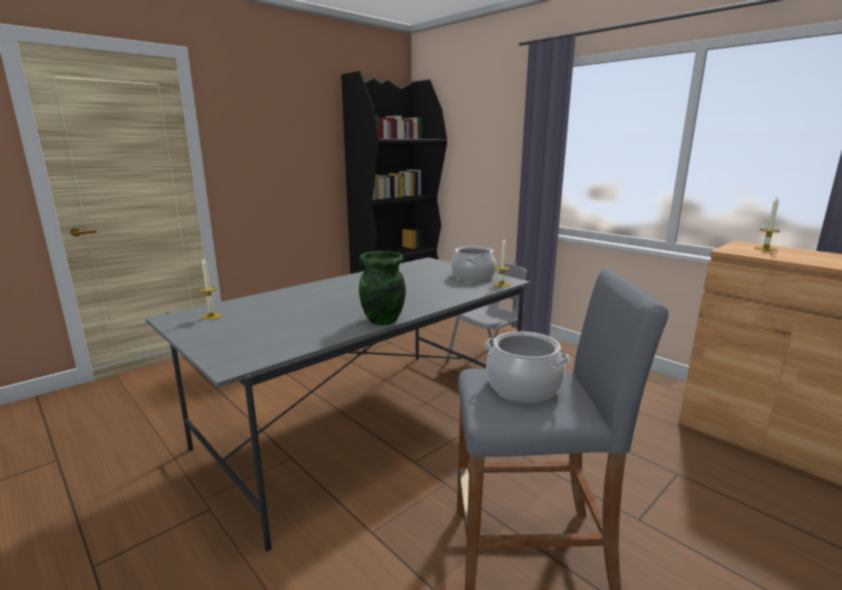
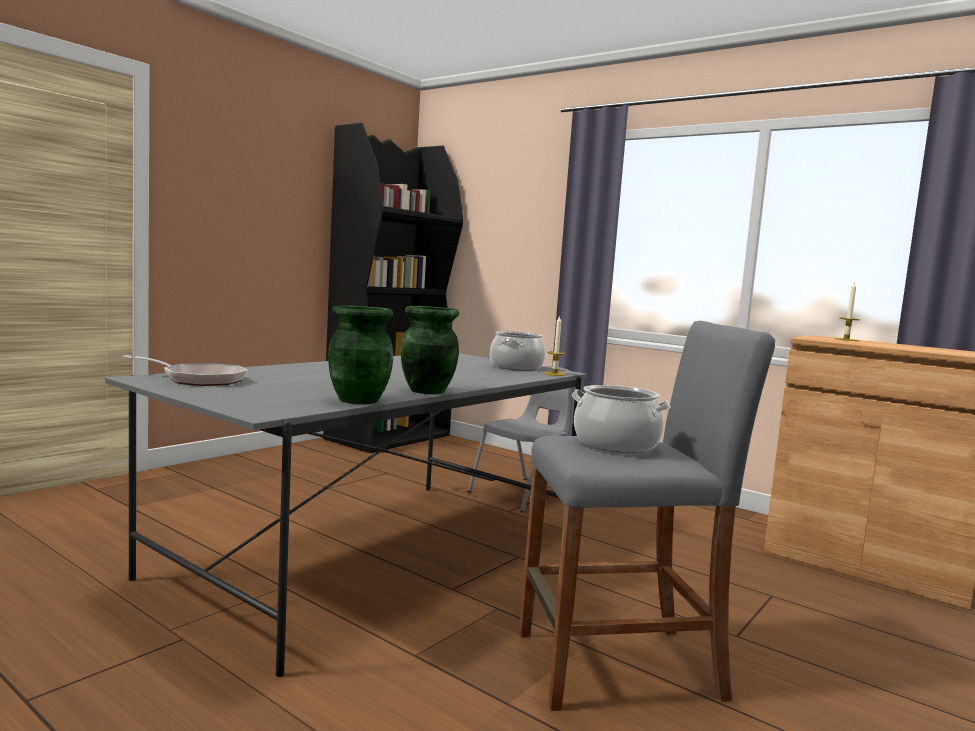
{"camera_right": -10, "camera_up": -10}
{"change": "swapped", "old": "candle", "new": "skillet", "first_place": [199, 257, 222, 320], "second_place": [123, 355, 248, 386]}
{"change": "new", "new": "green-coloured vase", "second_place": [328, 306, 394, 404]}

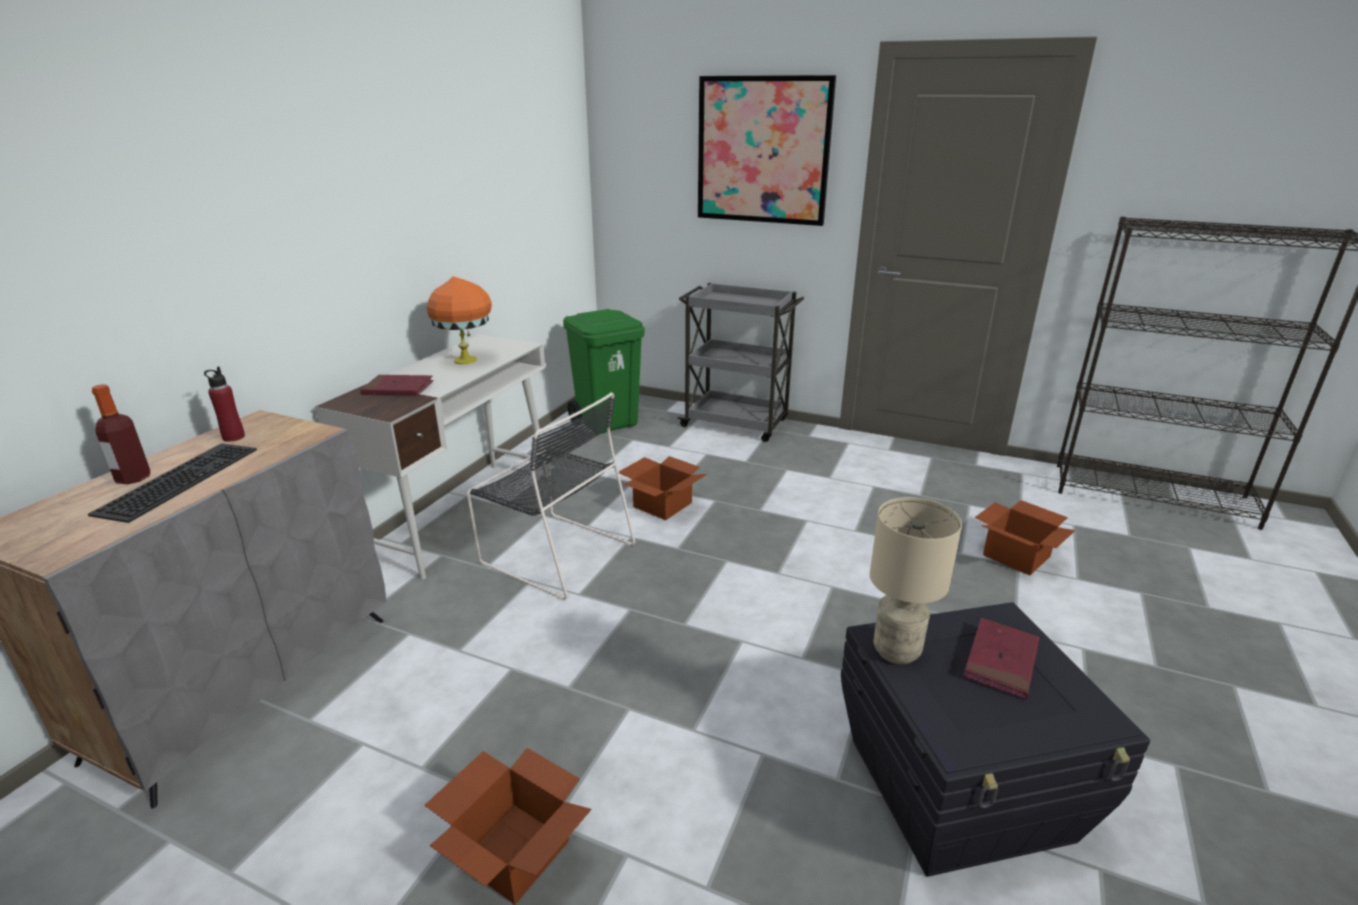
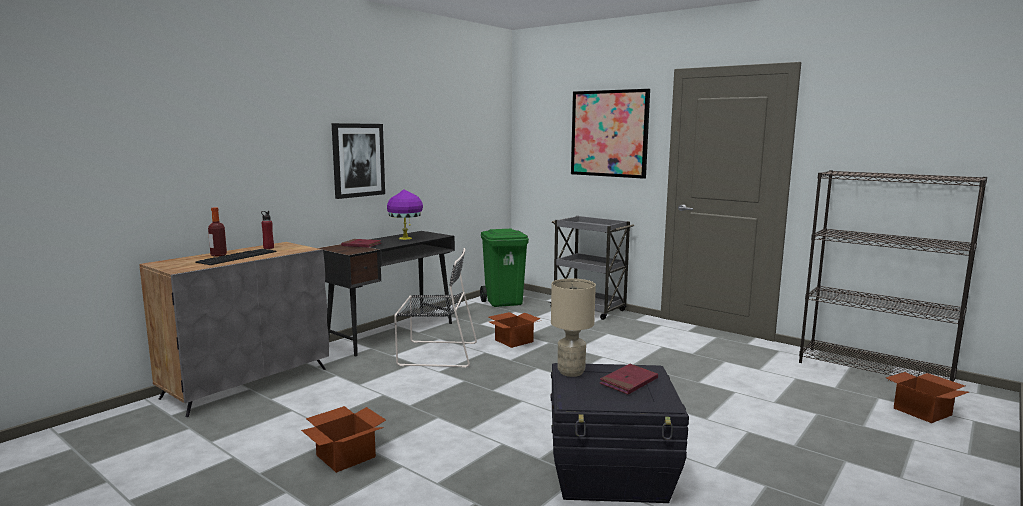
{"camera_right": 15, "camera_up": -15}
{"change": "repainted", "old": "orangey tabletop lamp", "new": "purplish tabletop lamp", "first_place": [427, 276, 492, 364], "second_place": [387, 189, 423, 240]}
{"change": "repainted", "old": "white desk table", "new": "blackish desk table", "first_place": [314, 334, 548, 579], "second_place": [318, 231, 455, 356]}
{"change": "rotated", "old": "blackish upright chair", "first_place": [467, 392, 635, 600], "second_place": [394, 248, 477, 368], "degrees": -45}
{"change": "shifted", "old": "carton", "first_place": [975, 500, 1075, 575], "second_place": [886, 372, 969, 423]}
{"change": "new", "new": "picture", "second_place": [332, 123, 385, 199]}

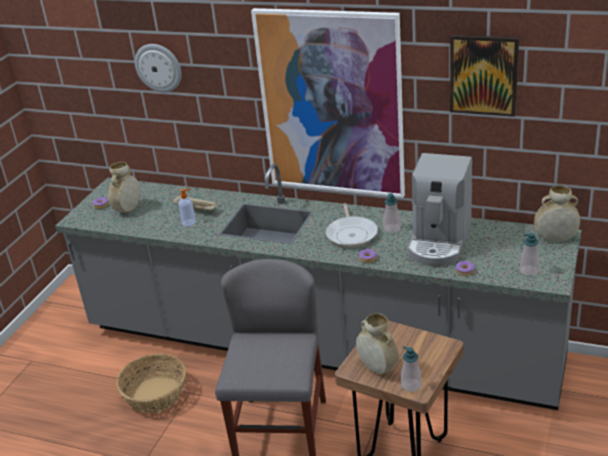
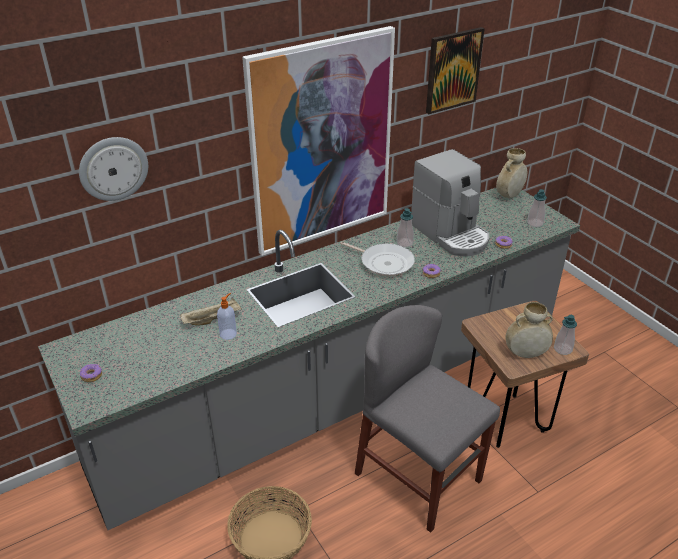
{"camera_right": -55, "camera_up": 5}
{"change": "gone", "old": "beige-coloured vase", "first_place": [108, 162, 141, 213]}

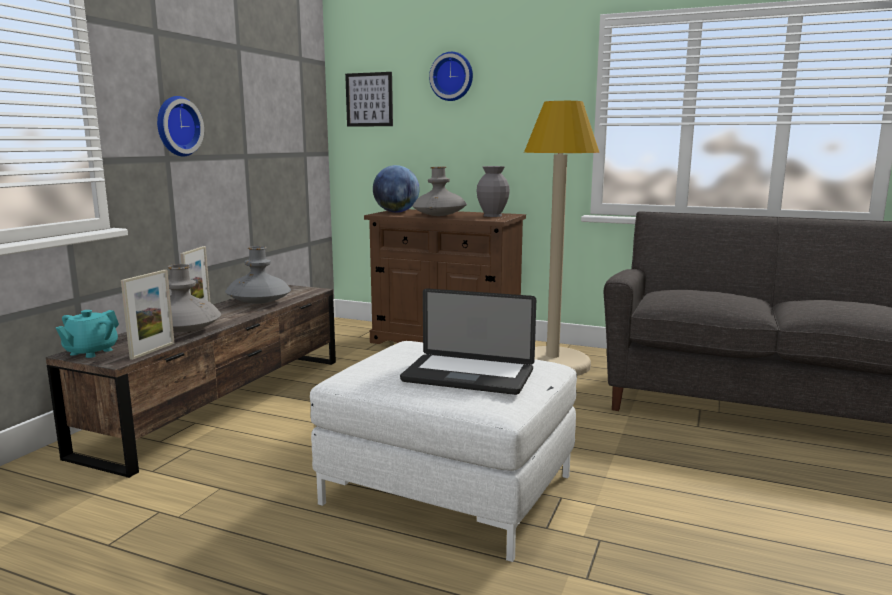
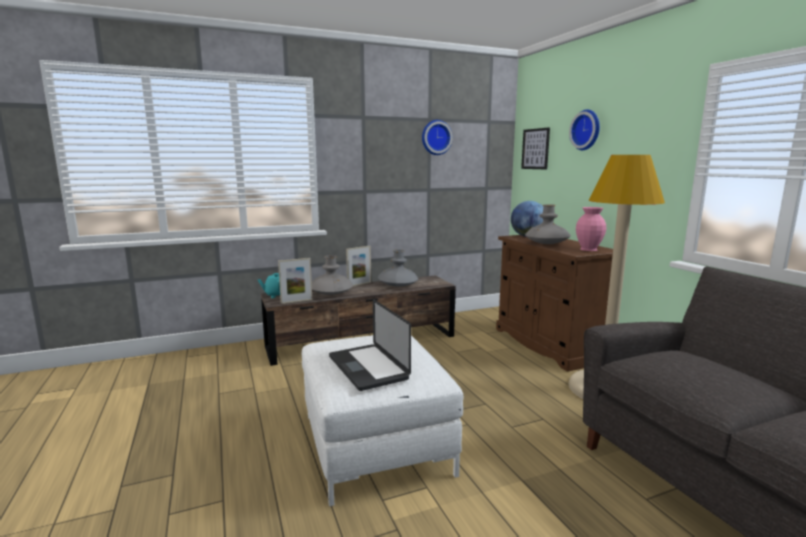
{"camera_right": 45, "camera_up": 0}
{"change": "shifted", "old": "wall clock", "first_place": [157, 96, 204, 157], "second_place": [422, 120, 453, 155]}
{"change": "repainted", "old": "grey vase", "new": "pinkish vase", "first_place": [476, 166, 510, 217], "second_place": [576, 207, 606, 251]}

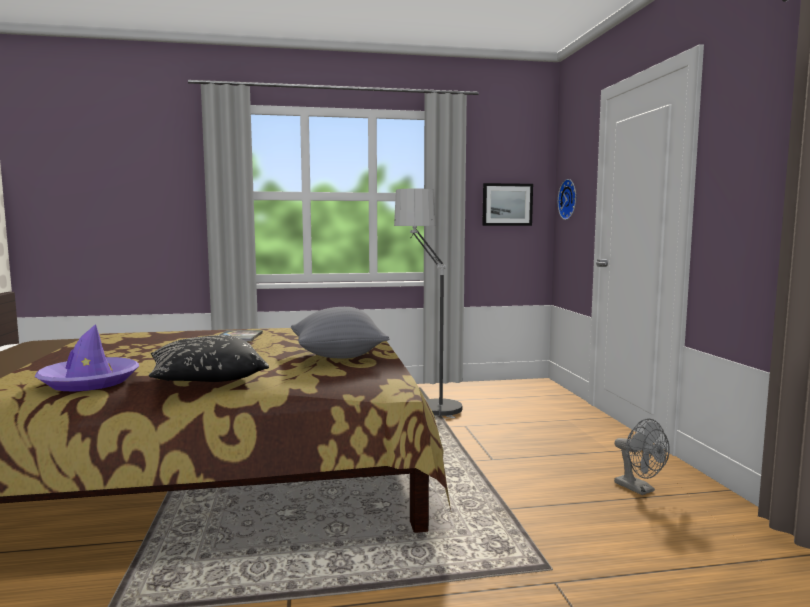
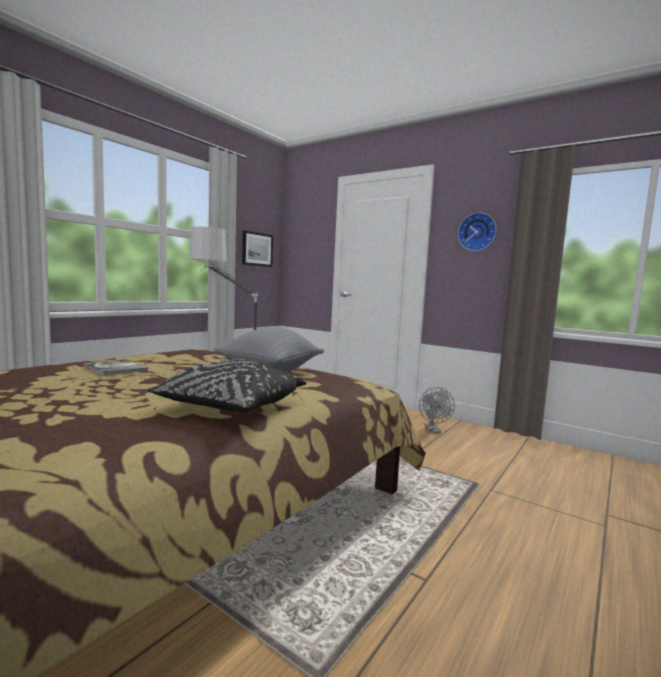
{"camera_right": -45, "camera_up": 0}
{"change": "shifted", "old": "wall clock", "first_place": [558, 179, 576, 220], "second_place": [458, 213, 496, 251]}
{"change": "gone", "old": "purplish hat", "first_place": [34, 324, 139, 391]}
{"change": "rotated", "old": "grey fan", "first_place": [614, 418, 670, 495], "second_place": [419, 387, 455, 433], "degrees": 75}

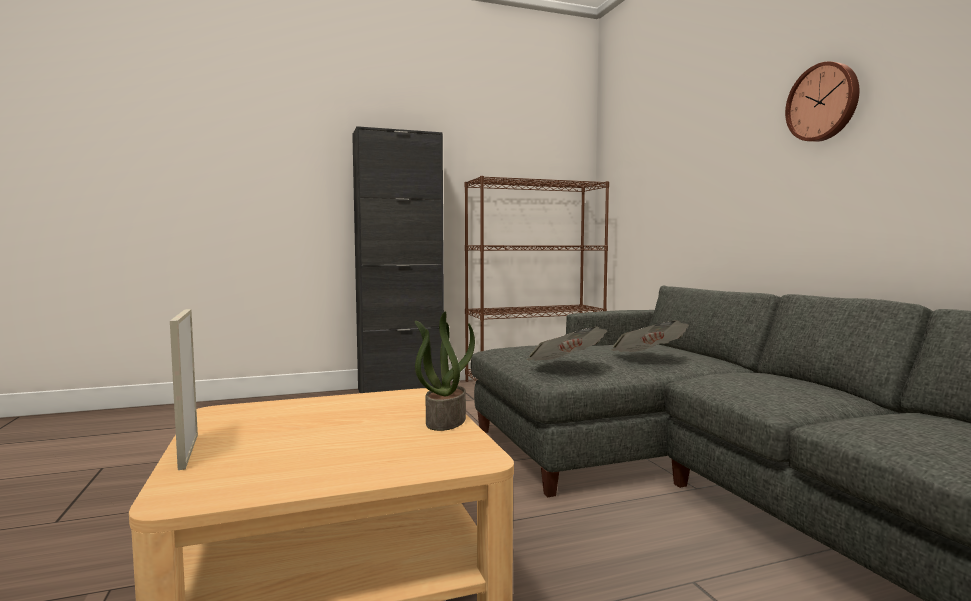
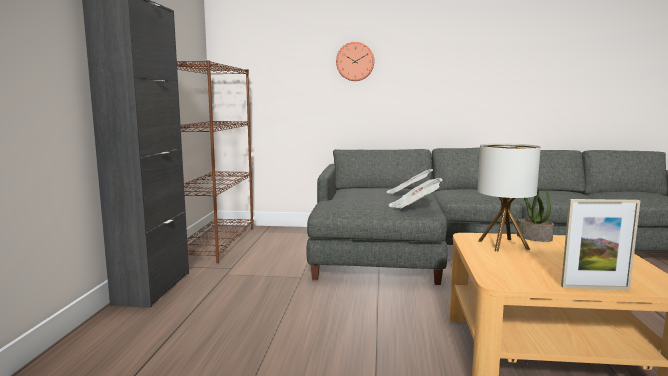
{"camera_right": -65, "camera_up": 5}
{"change": "shifted", "old": "wall clock", "first_place": [785, 61, 859, 142], "second_place": [336, 42, 374, 81]}
{"change": "new", "new": "tabletop lamp", "second_place": [478, 143, 541, 252]}

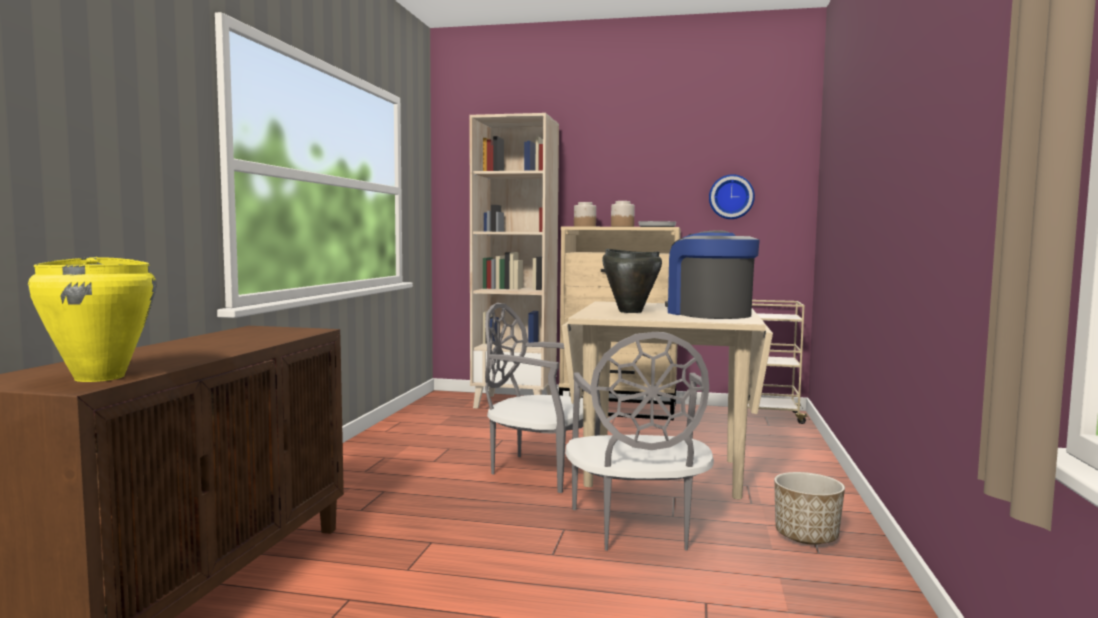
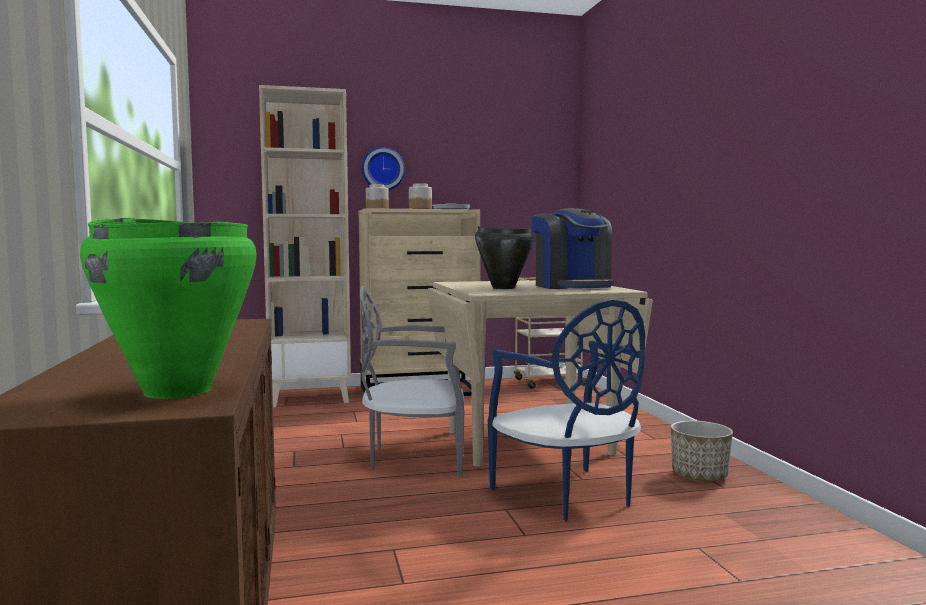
{"camera_right": -25, "camera_up": 0}
{"change": "shifted", "old": "wall clock", "first_place": [709, 174, 755, 219], "second_place": [362, 147, 405, 190]}
{"change": "rotated", "old": "coffee machine", "first_place": [665, 230, 760, 319], "second_place": [531, 208, 613, 289], "degrees": -150}
{"change": "repainted", "old": "yellow stockpot", "new": "green-coloured stockpot", "first_place": [28, 257, 156, 382], "second_place": [80, 218, 257, 399]}
{"change": "repainted", "old": "grey upright chair", "new": "blue-coloured upright chair", "first_place": [565, 332, 714, 551], "second_place": [488, 300, 645, 521]}

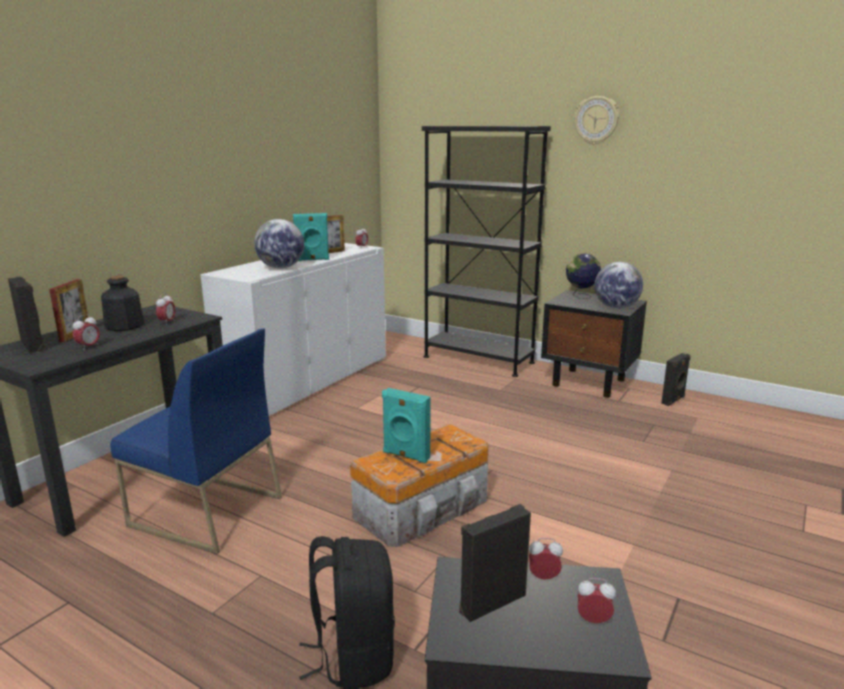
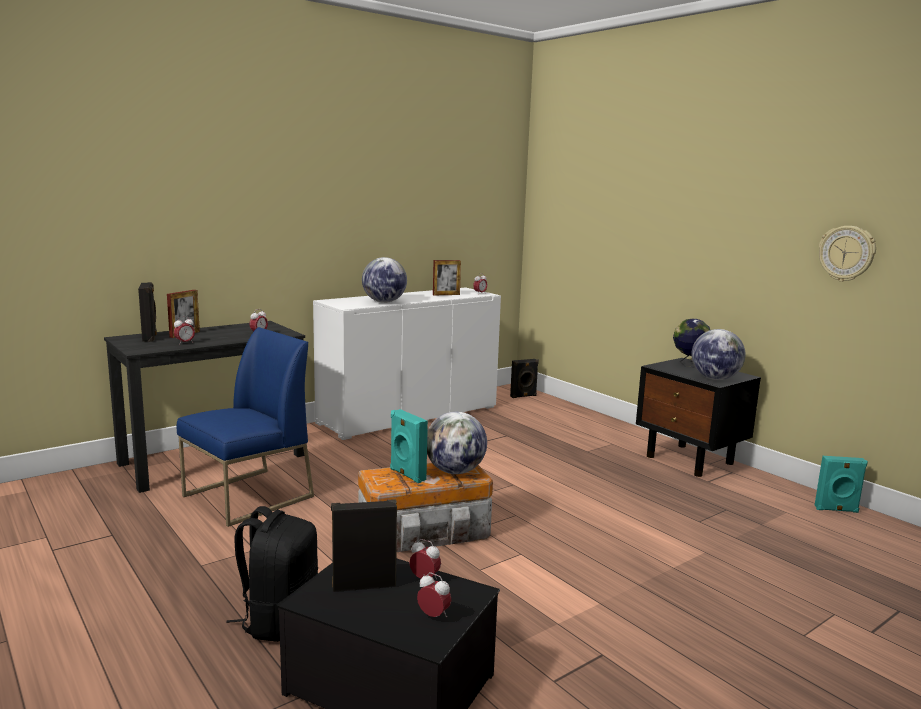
{"camera_right": 20, "camera_up": -5}
{"change": "shifted", "old": "wall clock", "first_place": [574, 96, 620, 145], "second_place": [819, 226, 876, 282]}
{"change": "gone", "old": "blackish shelving unit", "first_place": [422, 126, 551, 377]}
{"change": "shifted", "old": "turquoise-coloured speaker", "first_place": [293, 213, 329, 261], "second_place": [814, 456, 868, 513]}
{"change": "gone", "old": "drink bottle", "first_place": [101, 275, 145, 331]}
{"change": "rotated", "old": "blue-coloured upright chair", "first_place": [110, 328, 282, 554], "second_place": [177, 327, 314, 527], "degrees": -90}
{"change": "shifted", "old": "blackish speaker", "first_place": [661, 353, 690, 406], "second_place": [510, 359, 539, 398]}
{"change": "new", "new": "world globe", "second_place": [427, 412, 487, 474]}

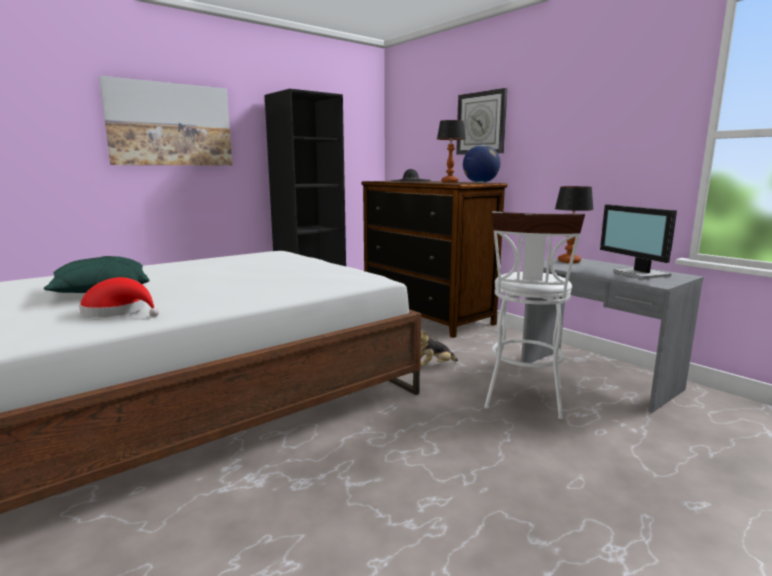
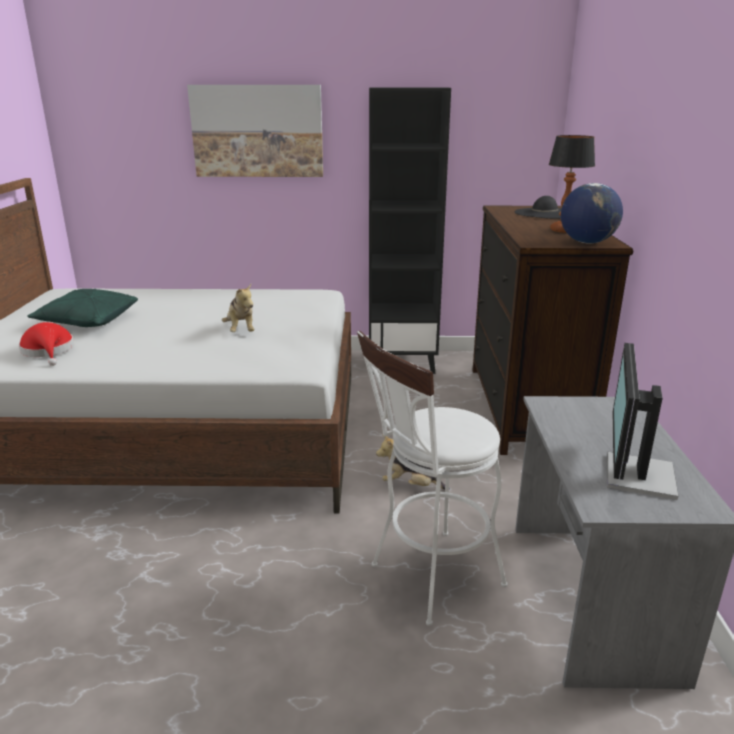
{"camera_right": 40, "camera_up": 10}
{"change": "gone", "old": "wall clock", "first_place": [456, 88, 507, 155]}
{"change": "gone", "old": "tabletop lamp", "first_place": [555, 186, 594, 263]}
{"change": "new", "new": "plush toy", "second_place": [222, 284, 254, 332]}

